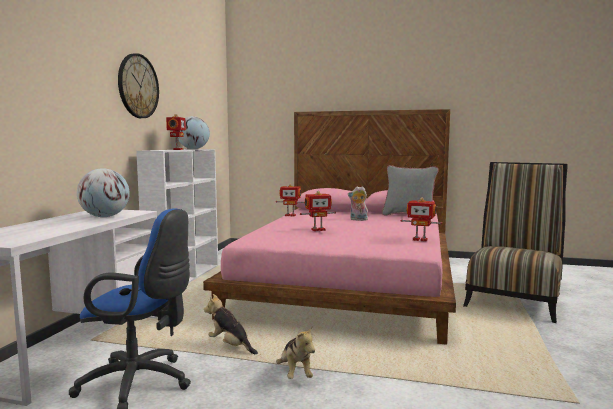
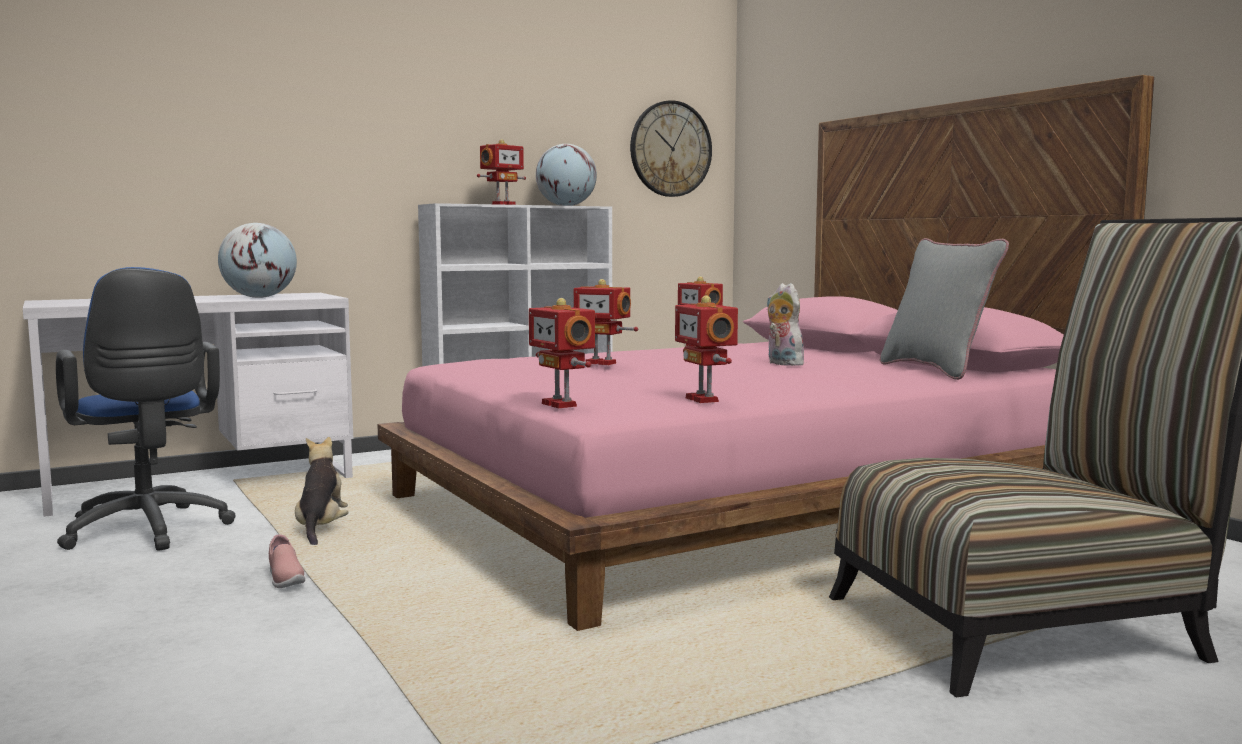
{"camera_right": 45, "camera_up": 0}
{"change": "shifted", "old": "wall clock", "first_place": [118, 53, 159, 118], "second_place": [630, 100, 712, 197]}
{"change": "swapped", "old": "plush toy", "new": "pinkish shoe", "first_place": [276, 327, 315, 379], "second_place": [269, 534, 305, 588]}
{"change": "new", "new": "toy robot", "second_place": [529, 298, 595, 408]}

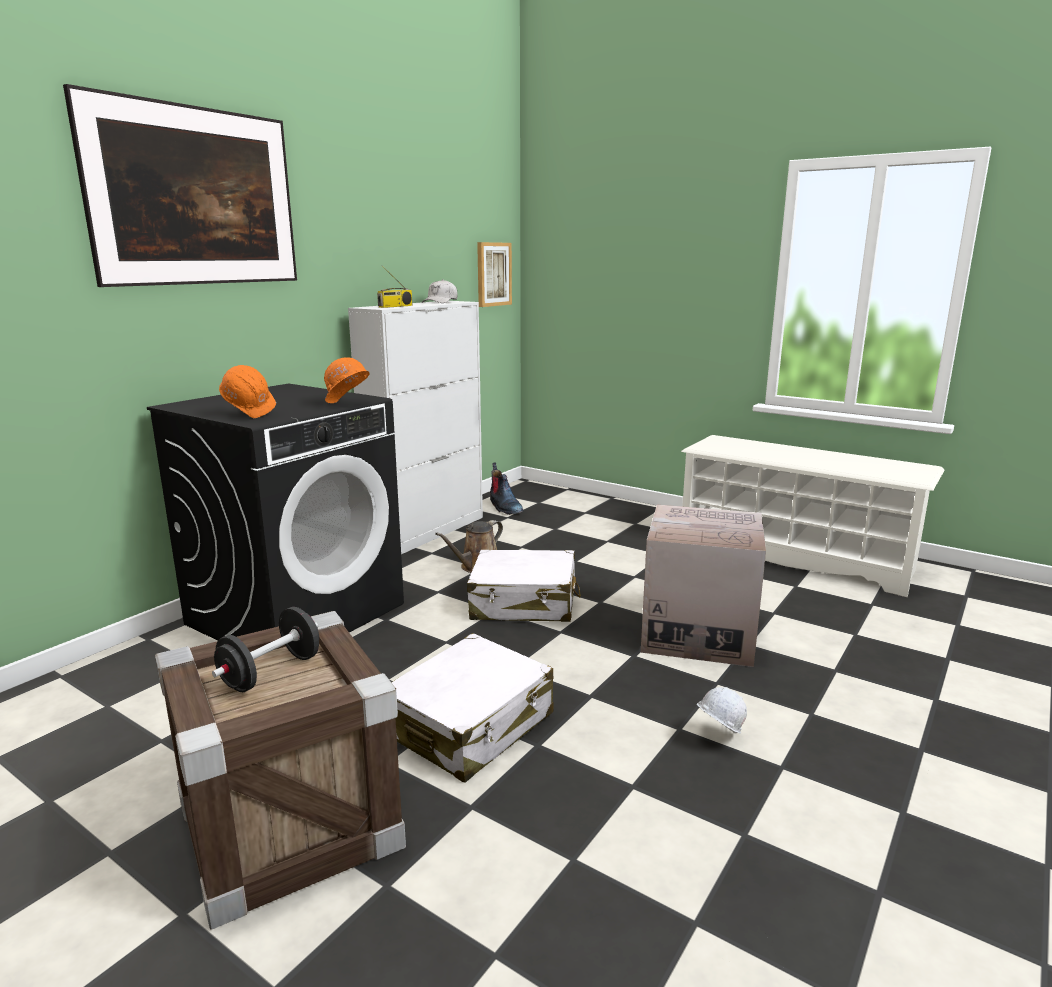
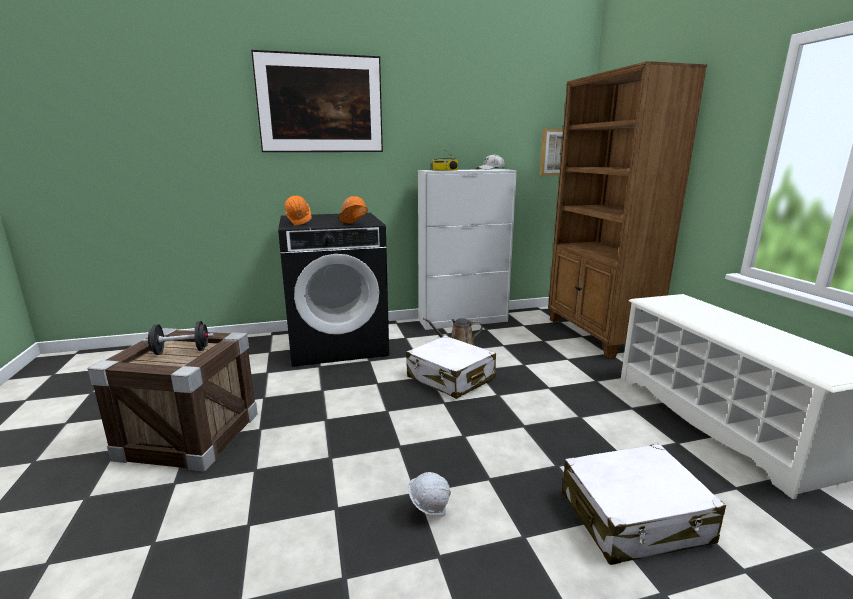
{"camera_right": 40, "camera_up": 0}
{"change": "gone", "old": "tall boot", "first_place": [490, 463, 524, 515]}
{"change": "gone", "old": "carton", "first_place": [641, 505, 766, 667]}
{"change": "shifted", "old": "white piece of luggage", "first_place": [391, 633, 554, 783], "second_place": [562, 444, 726, 565]}
{"change": "new", "new": "brownish shelving unit", "second_place": [548, 61, 707, 359]}

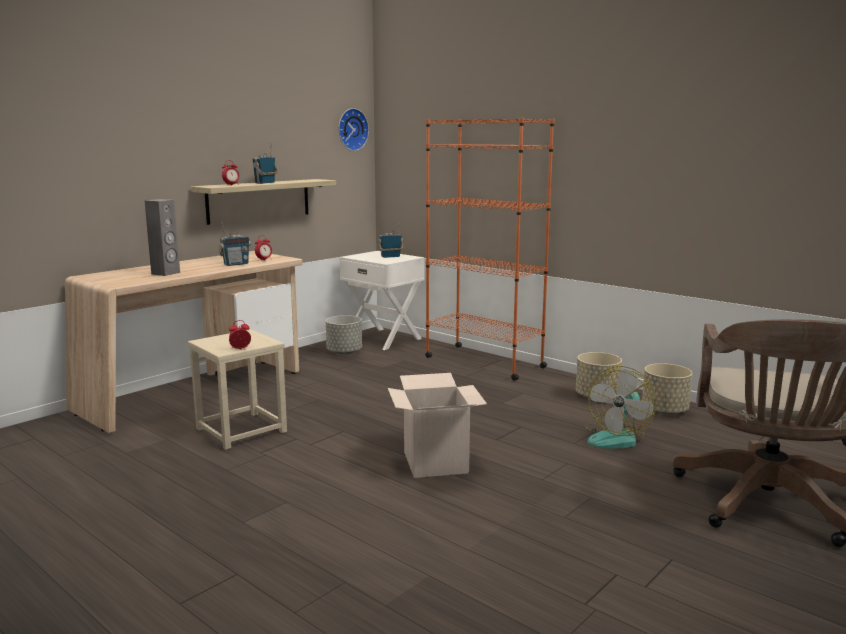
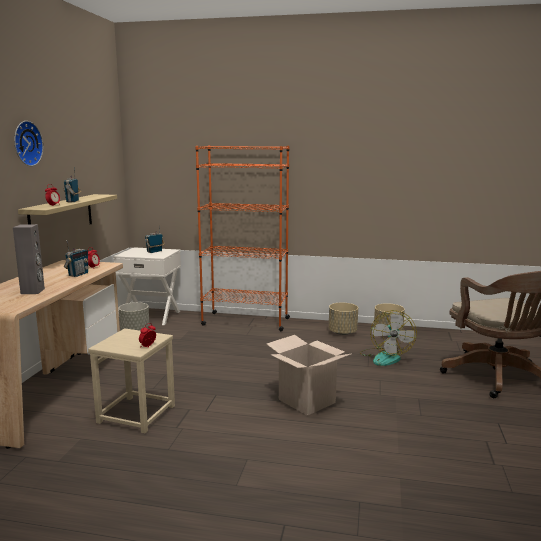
{"camera_right": -30, "camera_up": 0}
{"change": "shifted", "old": "wall clock", "first_place": [338, 108, 369, 151], "second_place": [14, 121, 43, 166]}

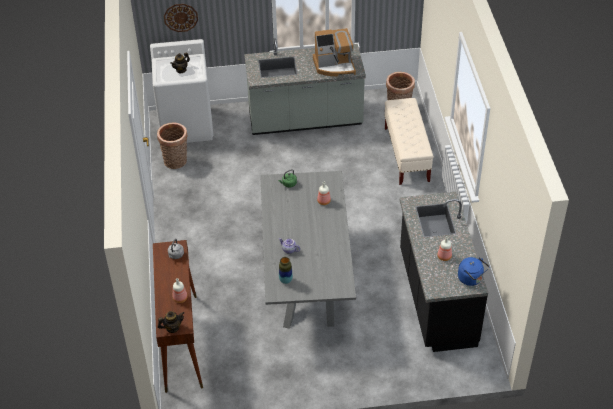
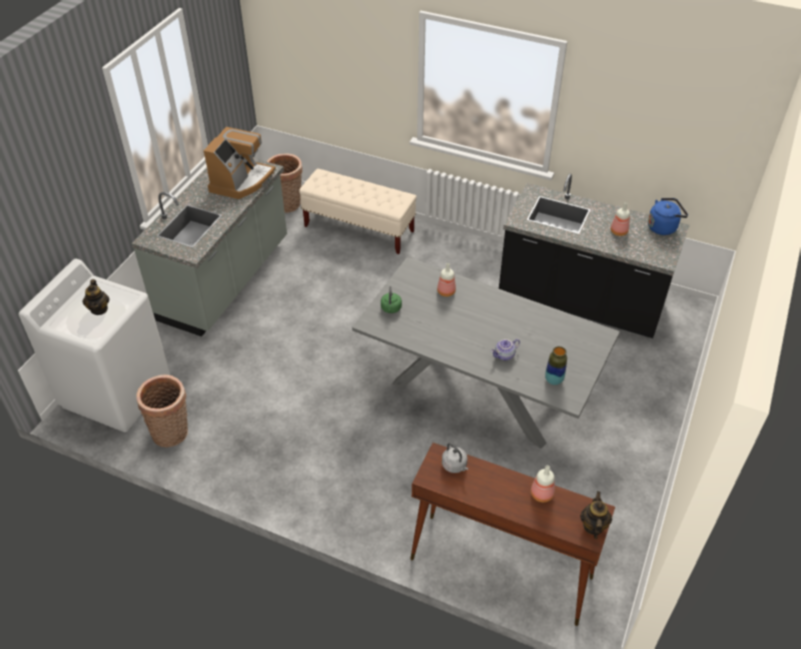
{"camera_right": -60, "camera_up": 0}
{"change": "gone", "old": "wall clock", "first_place": [164, 4, 198, 32]}

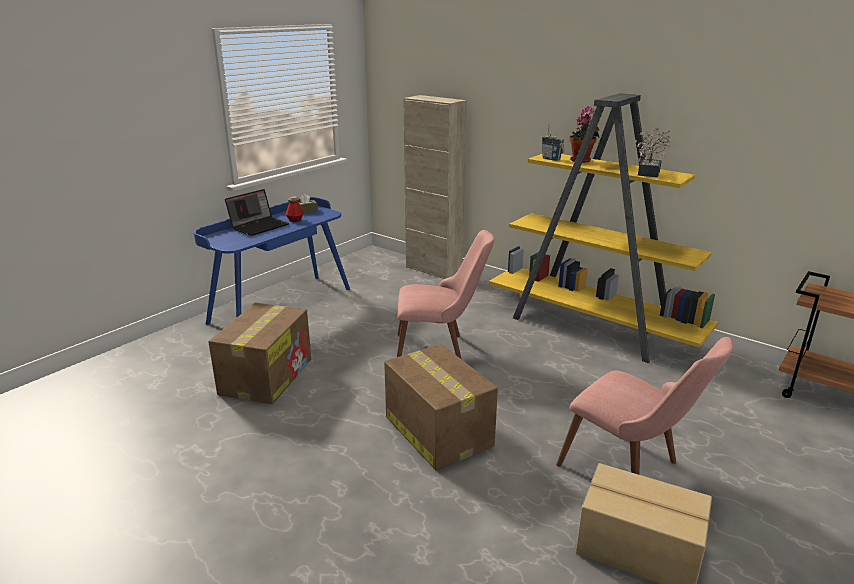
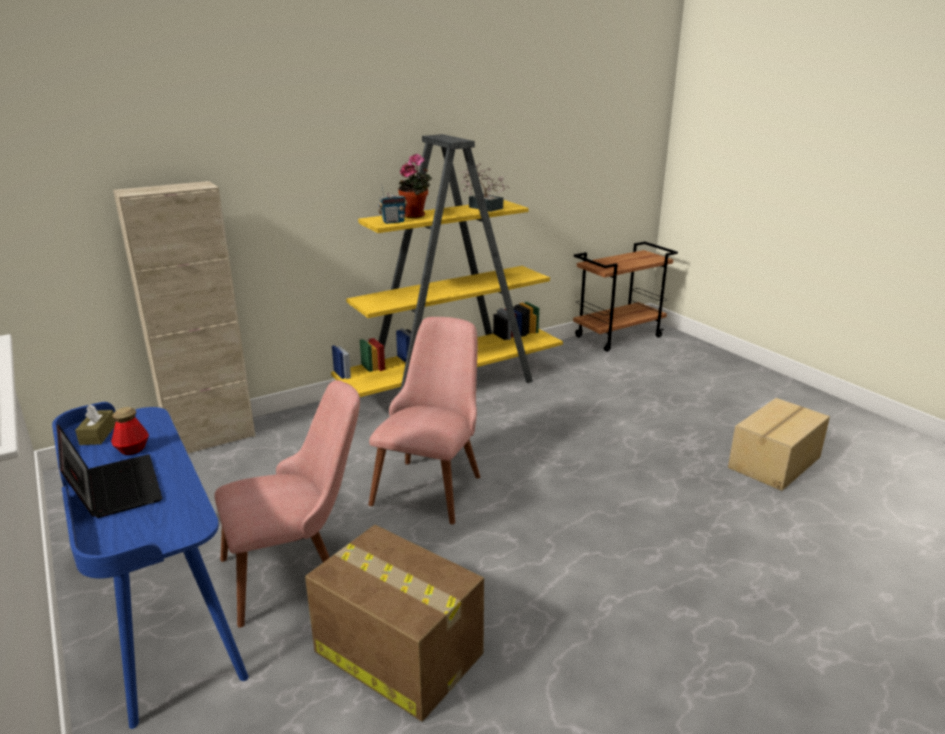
{"camera_right": -70, "camera_up": 0}
{"change": "shifted", "old": "pinkish upright chair", "first_place": [556, 337, 734, 475], "second_place": [215, 380, 360, 628]}
{"change": "gone", "old": "carton", "first_place": [384, 344, 498, 471]}

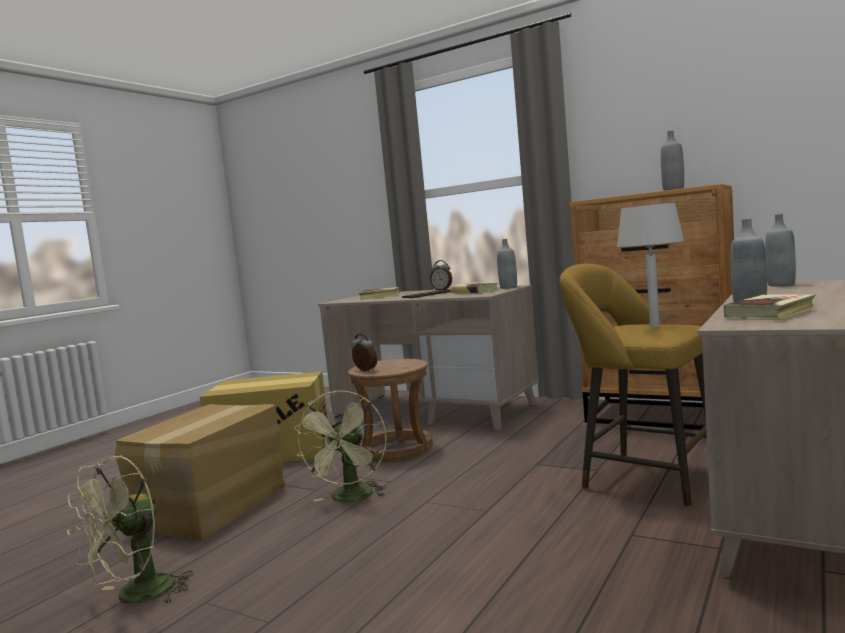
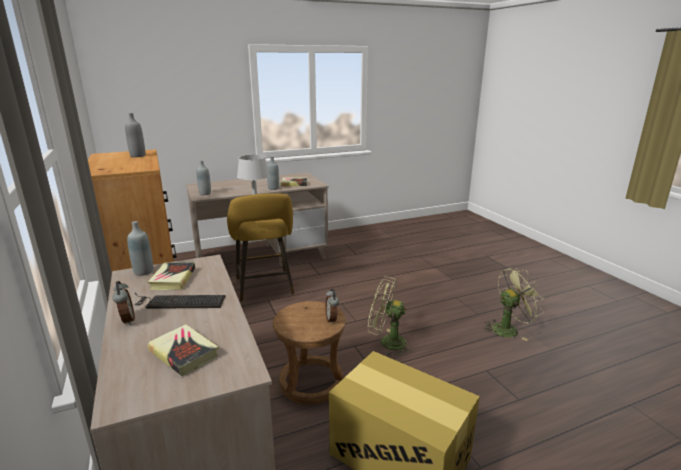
{"camera_right": -145, "camera_up": 15}
{"change": "rotated", "old": "green-coloured fan", "first_place": [294, 390, 387, 502], "second_place": [368, 276, 413, 356], "degrees": -120}
{"change": "gone", "old": "carton", "first_place": [115, 404, 286, 540]}

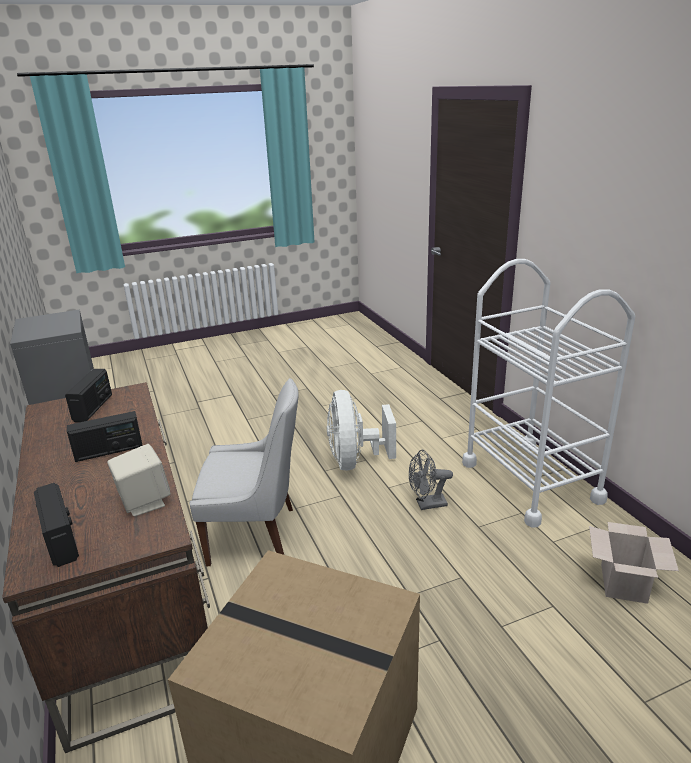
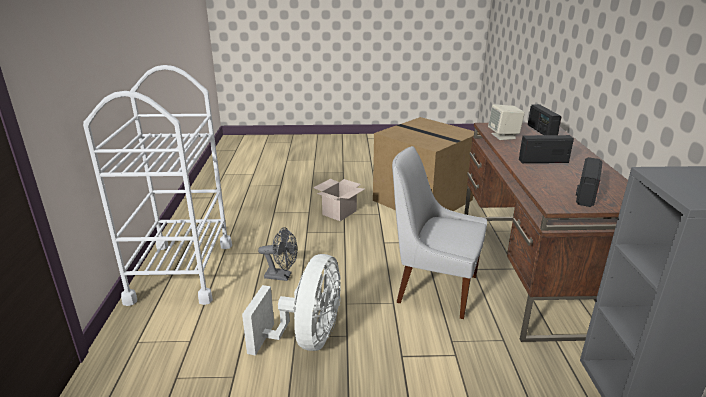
{"camera_right": -160, "camera_up": 0}
{"change": "shifted", "old": "carton", "first_place": [589, 522, 679, 604], "second_place": [313, 179, 365, 221]}

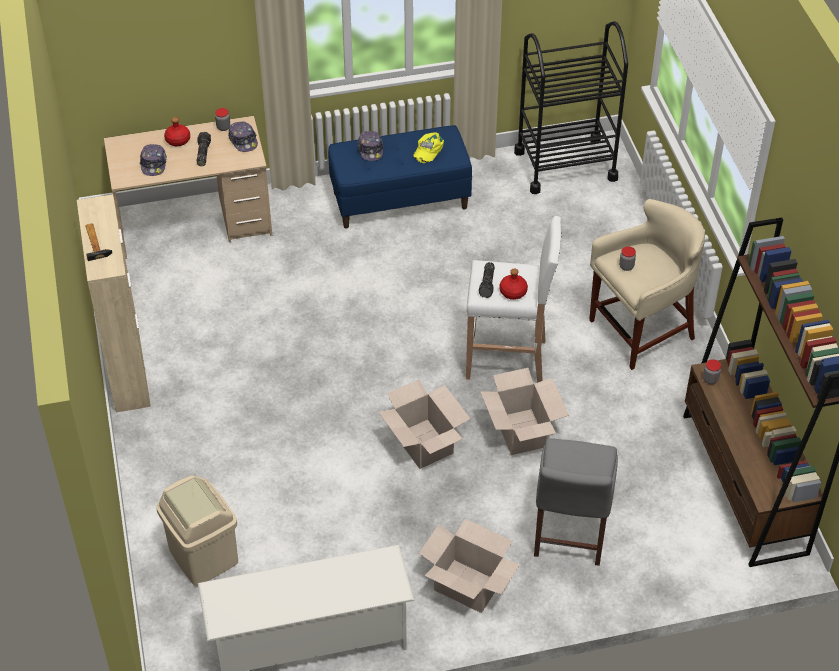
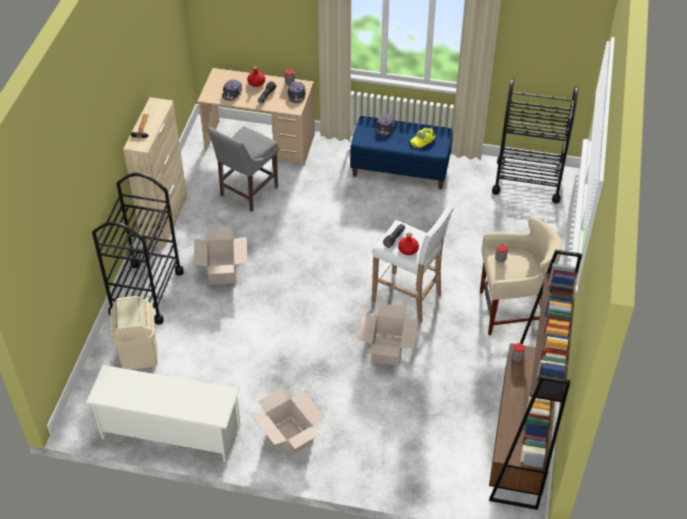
{"camera_right": 25, "camera_up": 0}
{"change": "shifted", "old": "carton", "first_place": [379, 379, 471, 469], "second_place": [194, 228, 248, 285]}
{"change": "shifted", "old": "grey upright chair", "first_place": [534, 438, 618, 566], "second_place": [208, 127, 278, 212]}
{"change": "new", "new": "blackish wheeled cart", "second_place": [92, 173, 184, 324]}

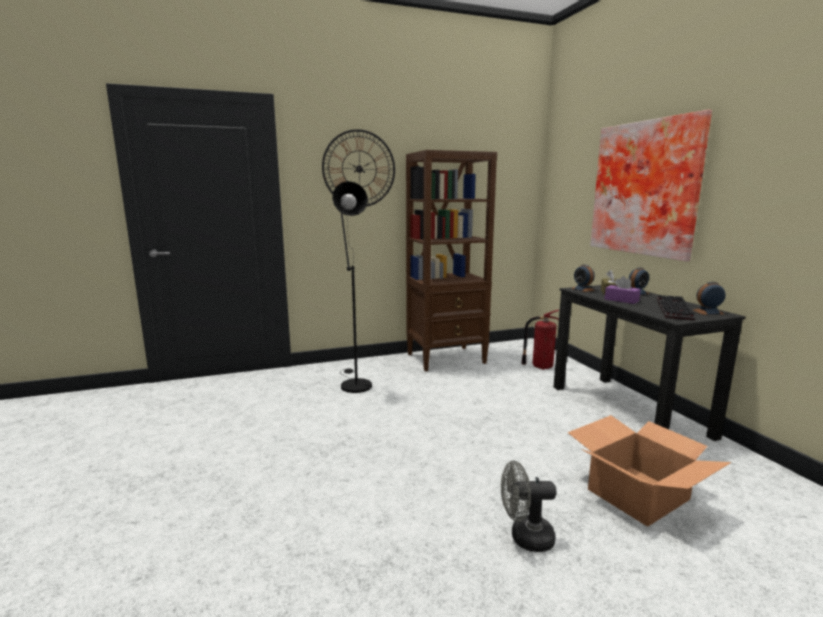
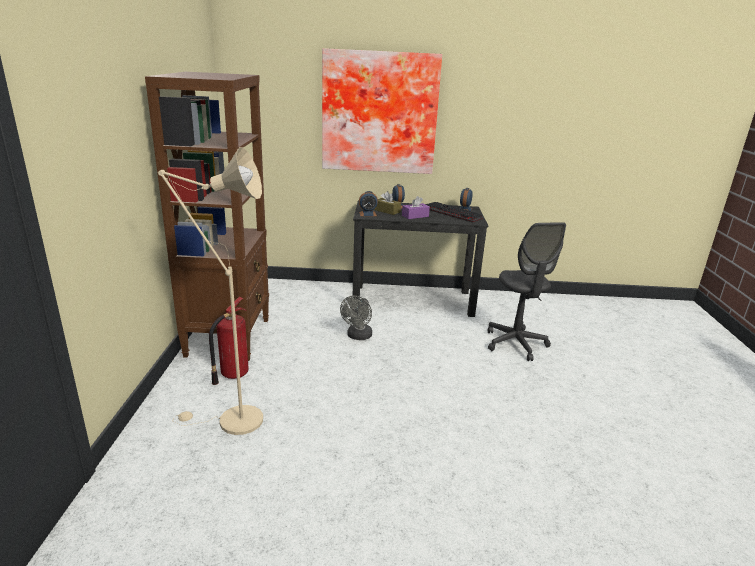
{"camera_right": -70, "camera_up": 10}
{"change": "gone", "old": "wall clock", "first_place": [322, 129, 395, 207]}
{"change": "repainted", "old": "blackish standard lamp", "new": "beige-coloured standard lamp", "first_place": [332, 181, 372, 393], "second_place": [158, 147, 263, 435]}
{"change": "shifted", "old": "extinguisher", "first_place": [521, 310, 559, 370], "second_place": [209, 297, 249, 385]}
{"change": "swapped", "old": "carton", "new": "grey office chair", "first_place": [568, 415, 732, 527], "second_place": [488, 222, 566, 361]}
{"change": "shifted", "old": "grey fan", "first_place": [501, 461, 556, 552], "second_place": [340, 295, 372, 340]}

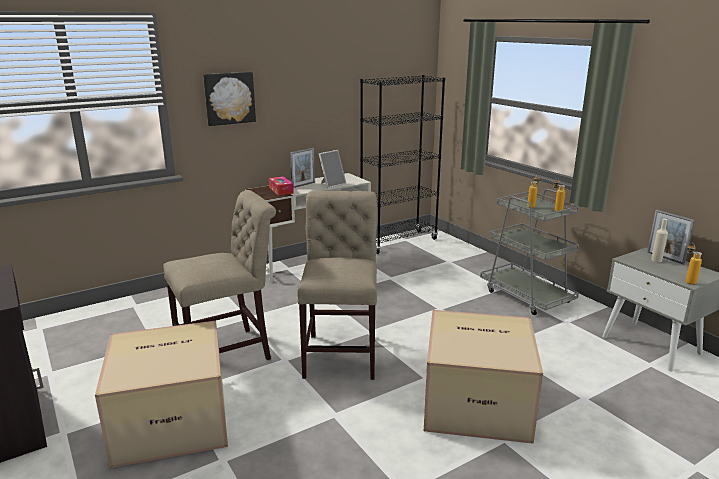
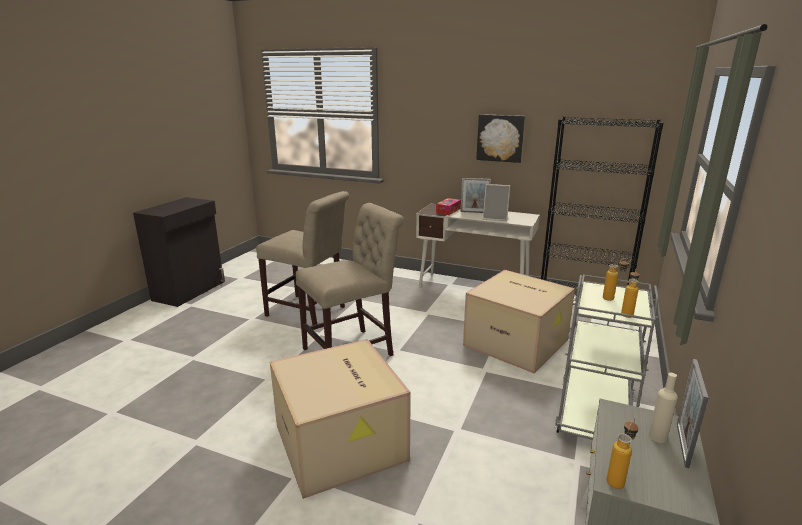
{"camera_right": 55, "camera_up": 0}
{"change": "shifted", "old": "picture", "first_place": [203, 72, 256, 126], "second_place": [476, 114, 525, 163]}
{"change": "shifted", "old": "carton", "first_place": [95, 321, 228, 468], "second_place": [463, 270, 575, 374]}

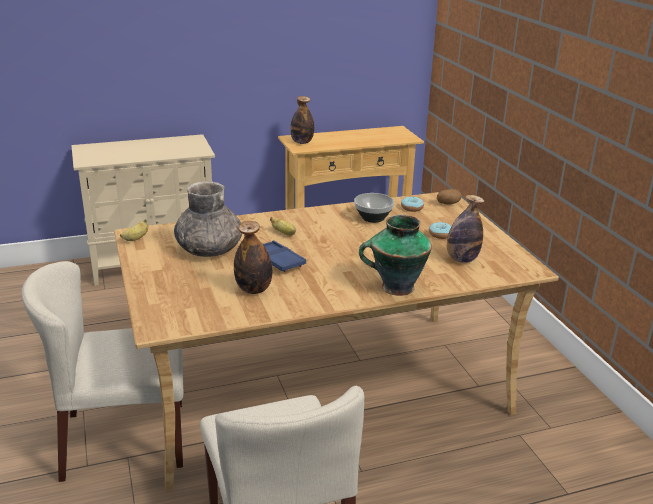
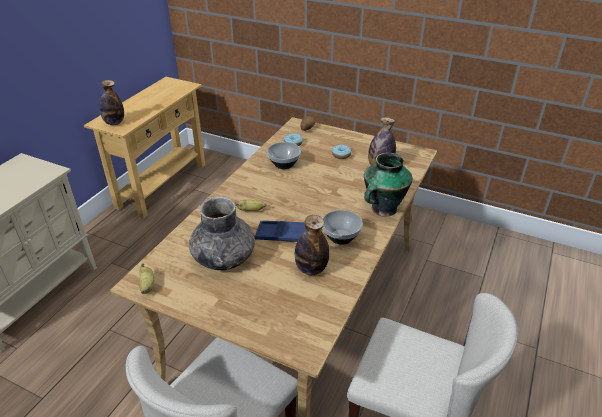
{"camera_right": -45, "camera_up": 10}
{"change": "new", "new": "deep dish", "second_place": [322, 210, 363, 245]}

